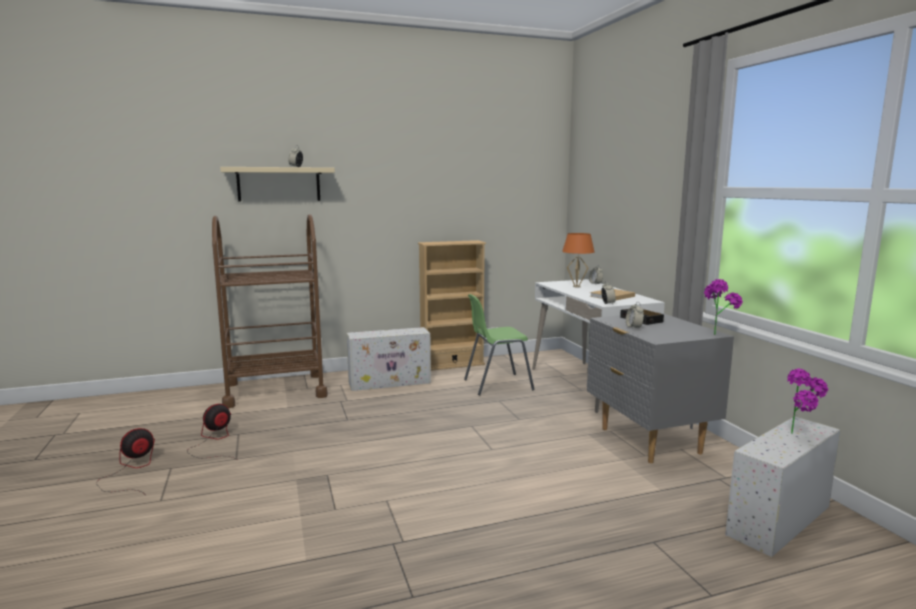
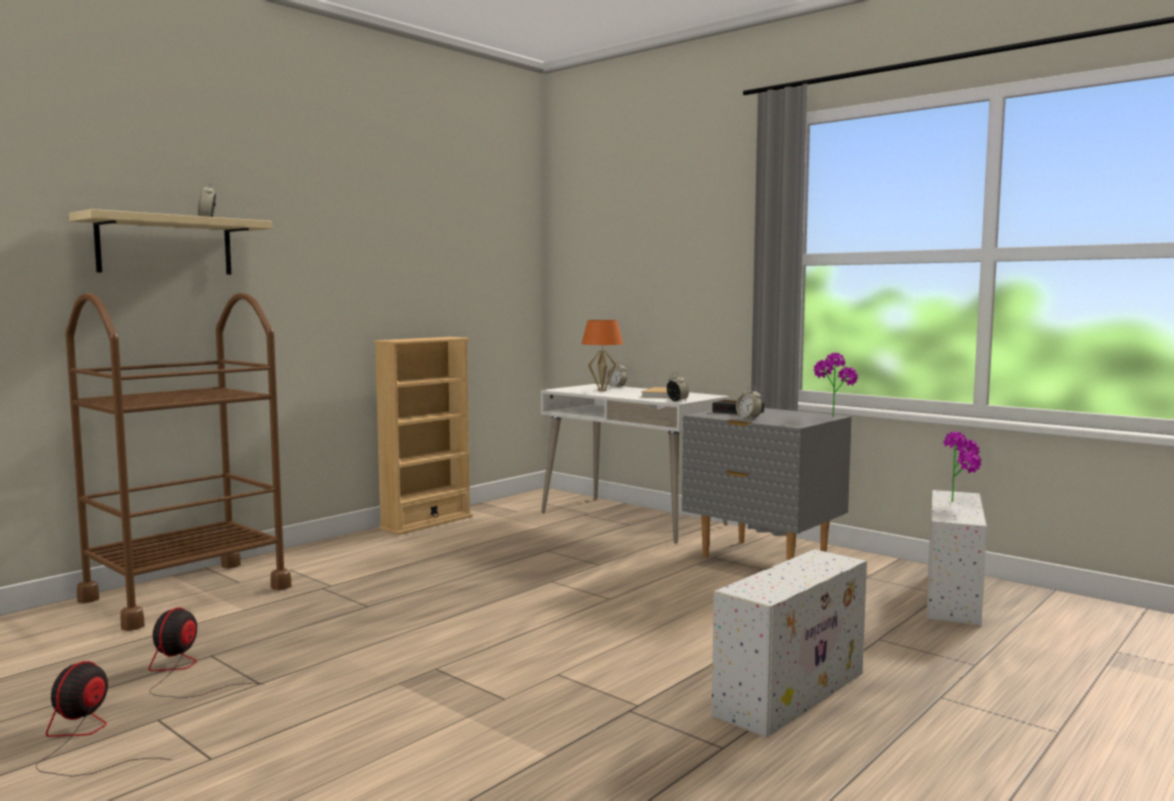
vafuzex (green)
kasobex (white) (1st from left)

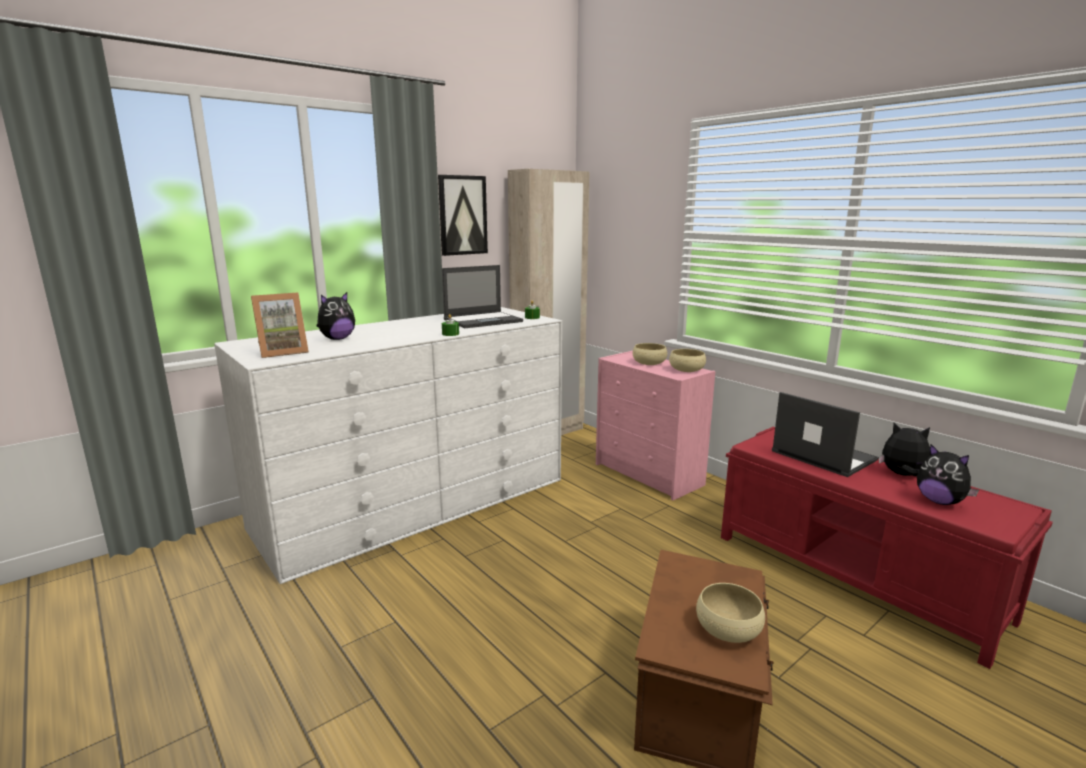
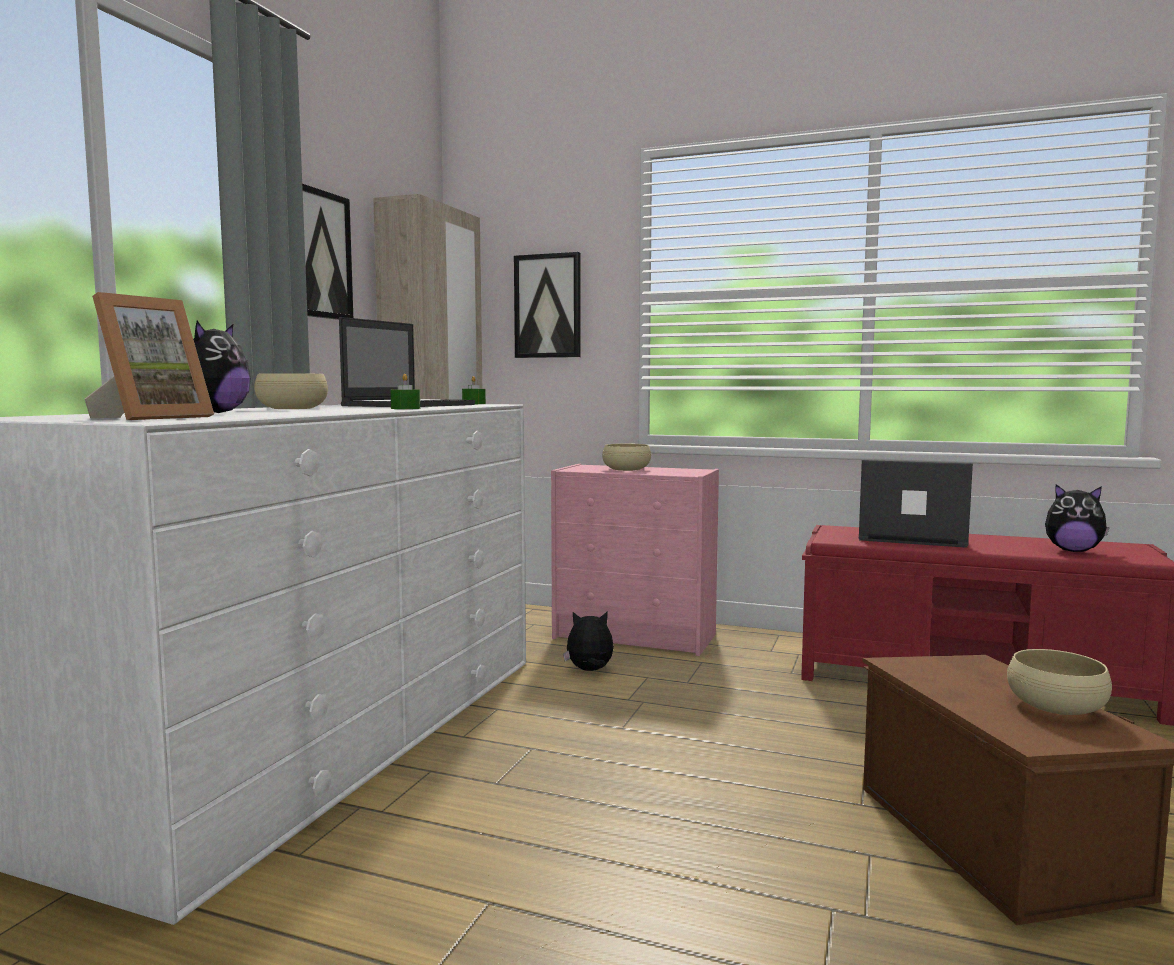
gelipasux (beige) (1st from left)
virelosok (2nd from left)
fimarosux (2nd from left)

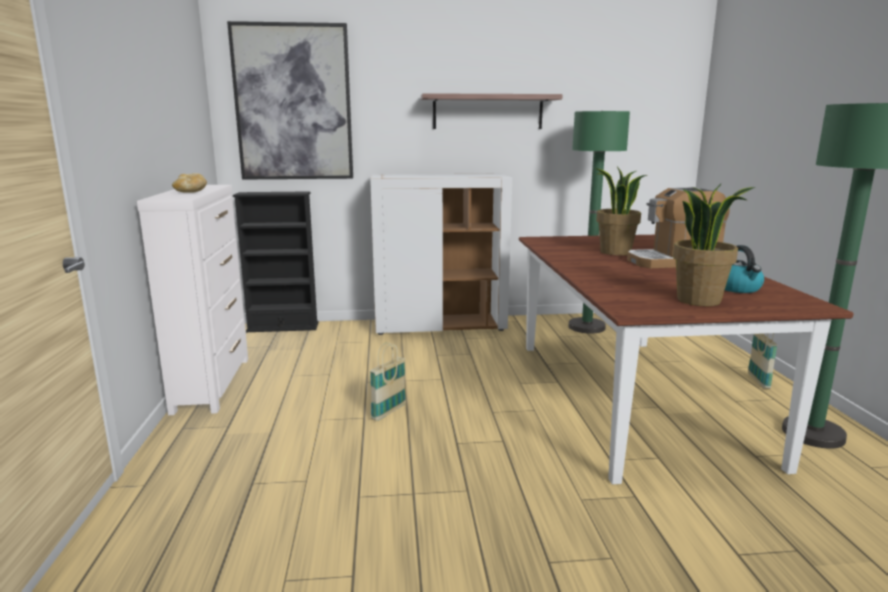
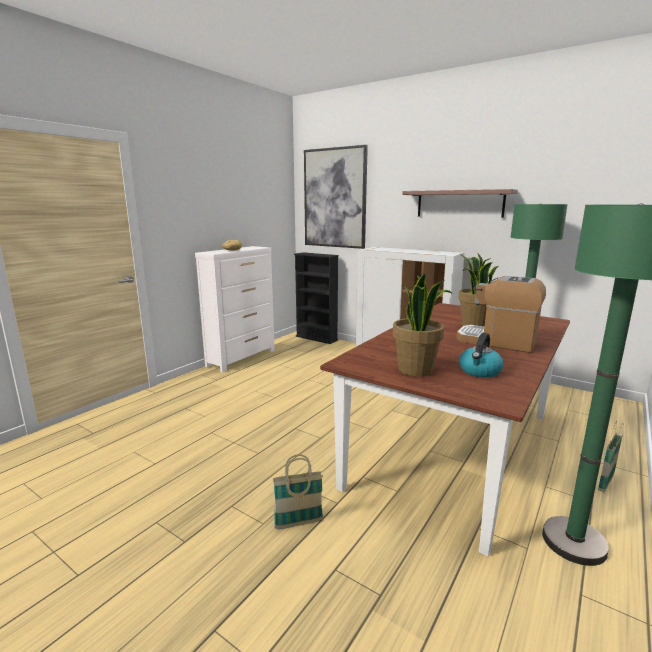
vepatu (1st from left)

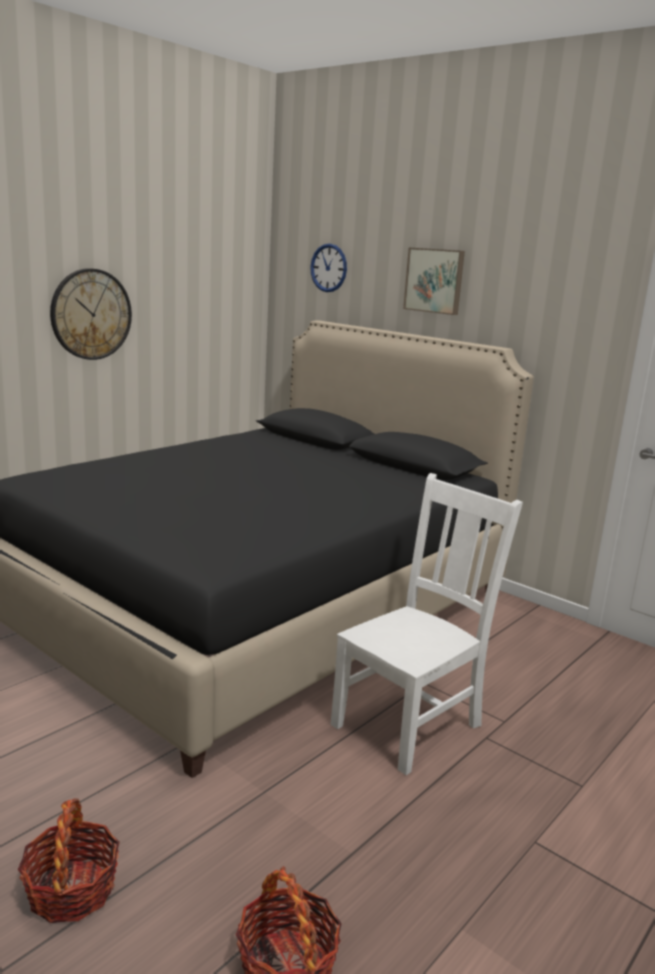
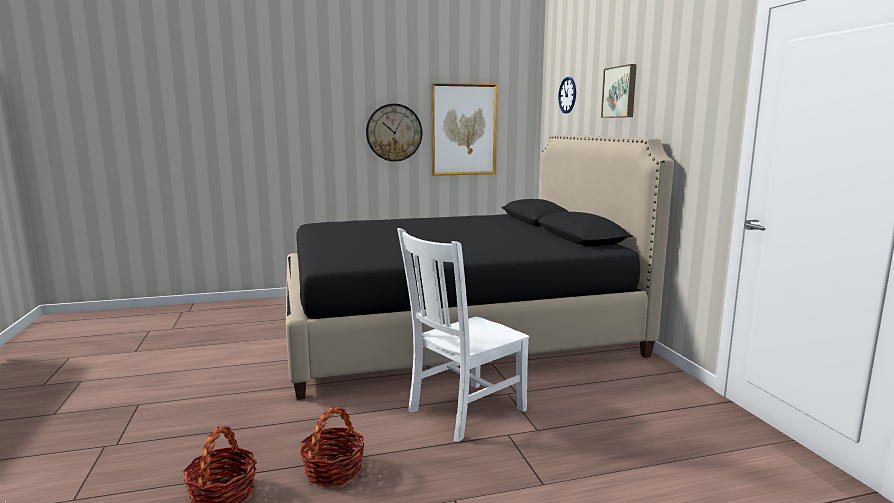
vafuzex (white)
vepatu (2nd from left)
fimarosux (1st from left)

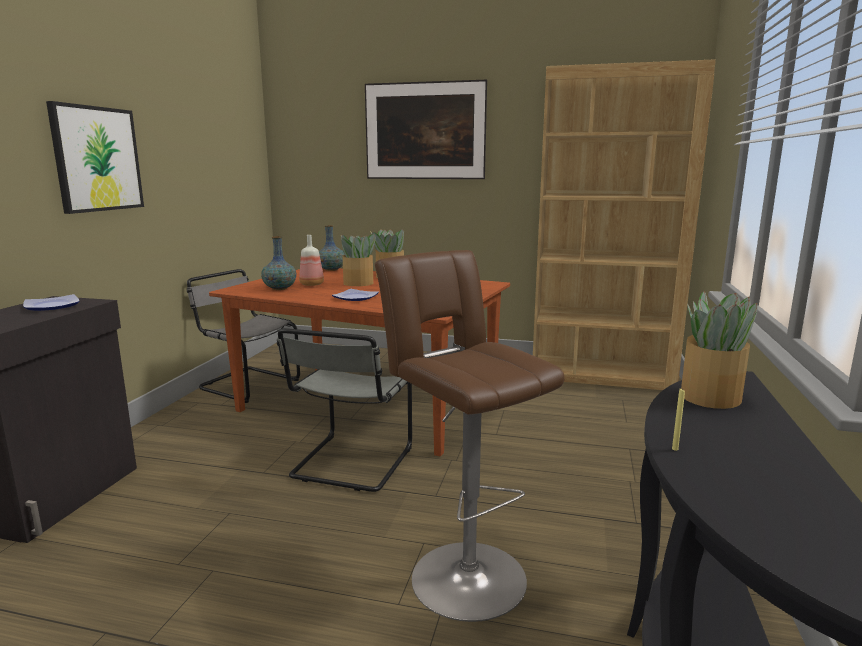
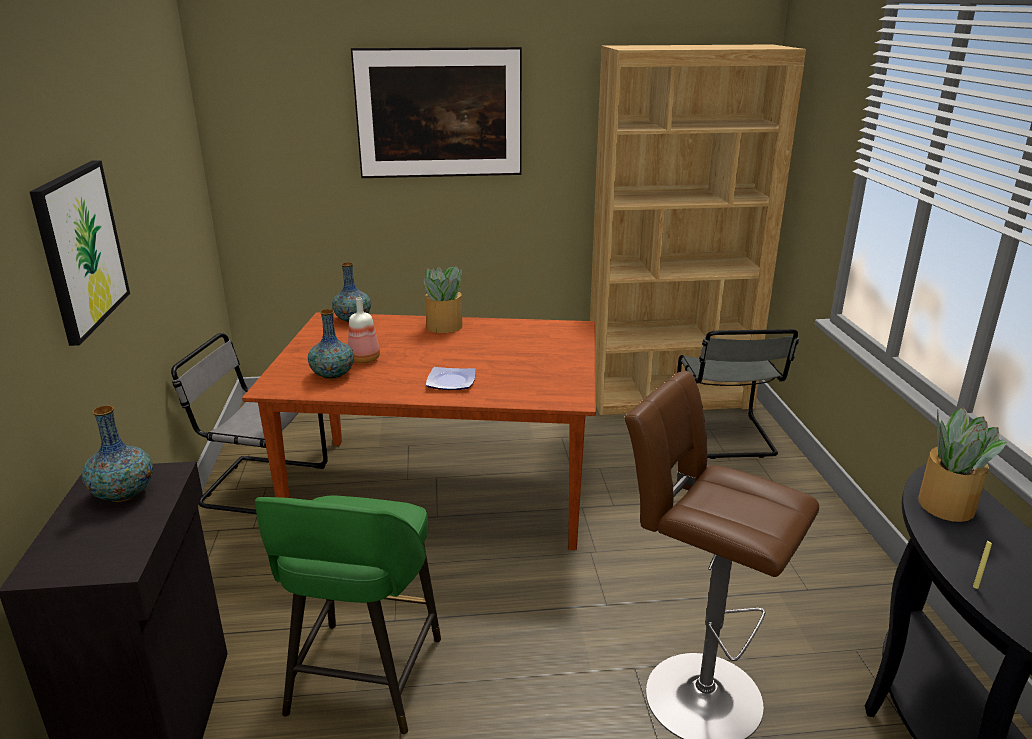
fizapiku (1st from left in the first image)
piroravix (1st from left)
vafuzex (grey) (2nd from left)
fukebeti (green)

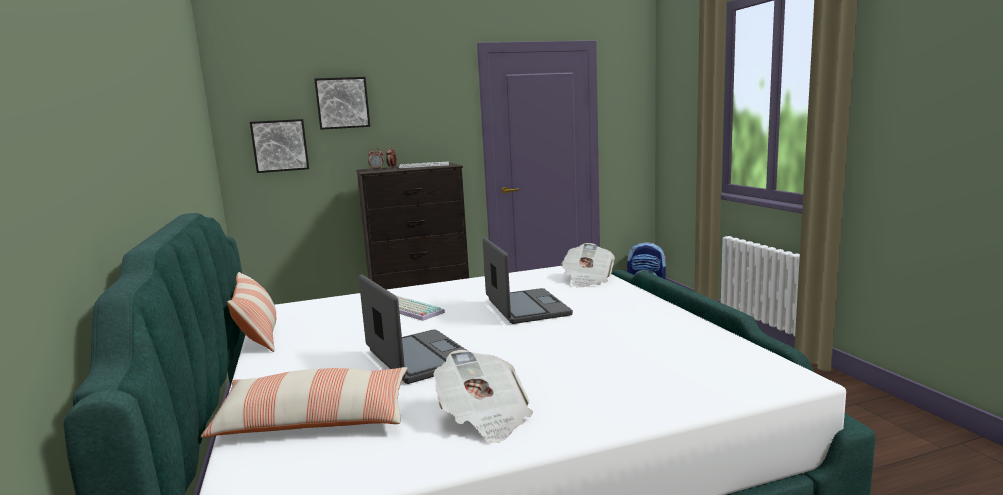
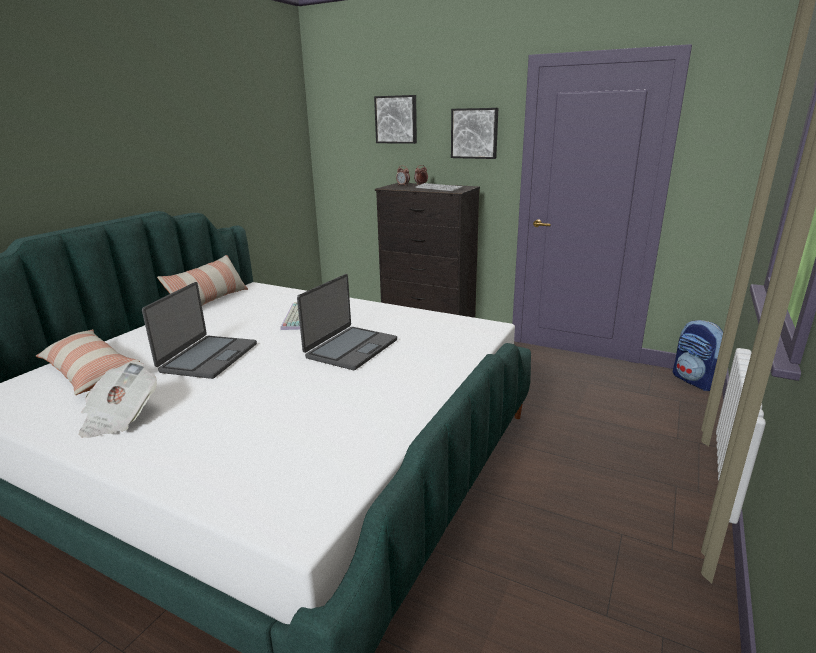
fimarosux (2nd from left)
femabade (2nd from left in the first image)

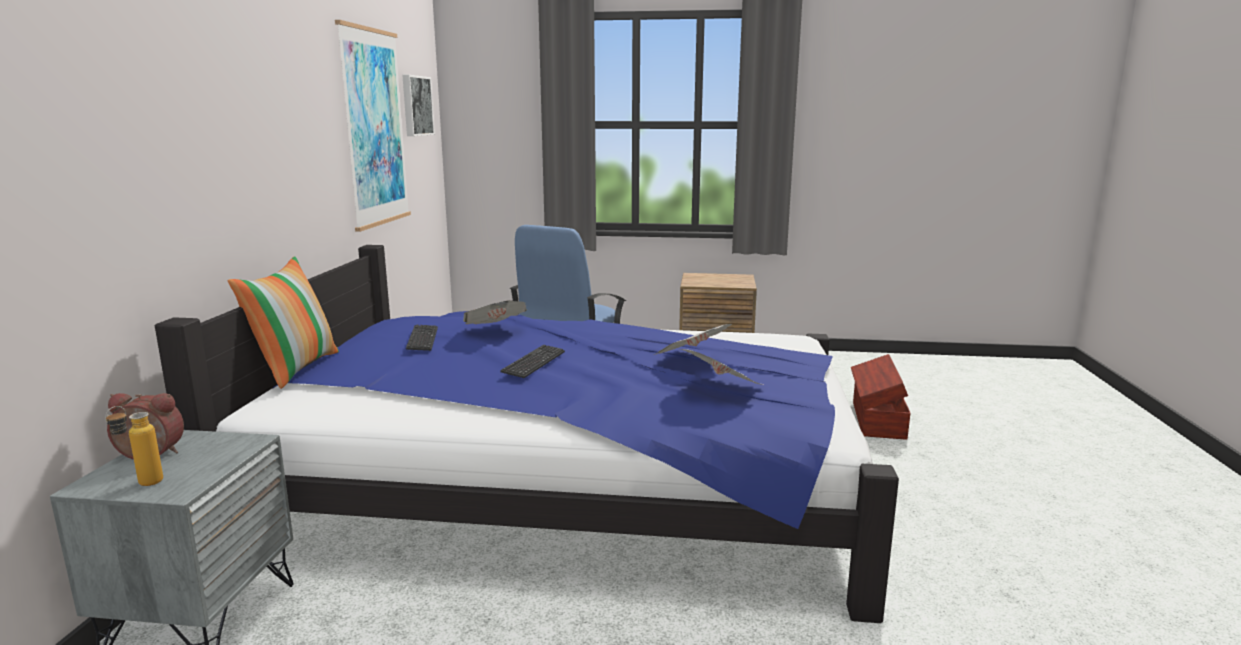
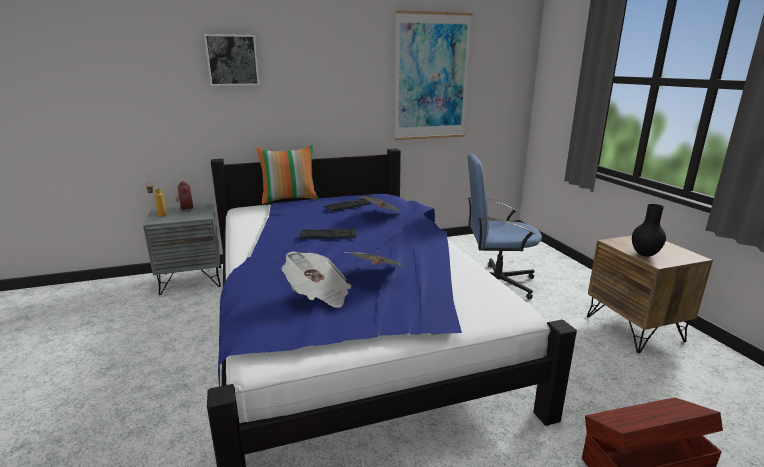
fimarosux (1st from left)
piroravix (black)

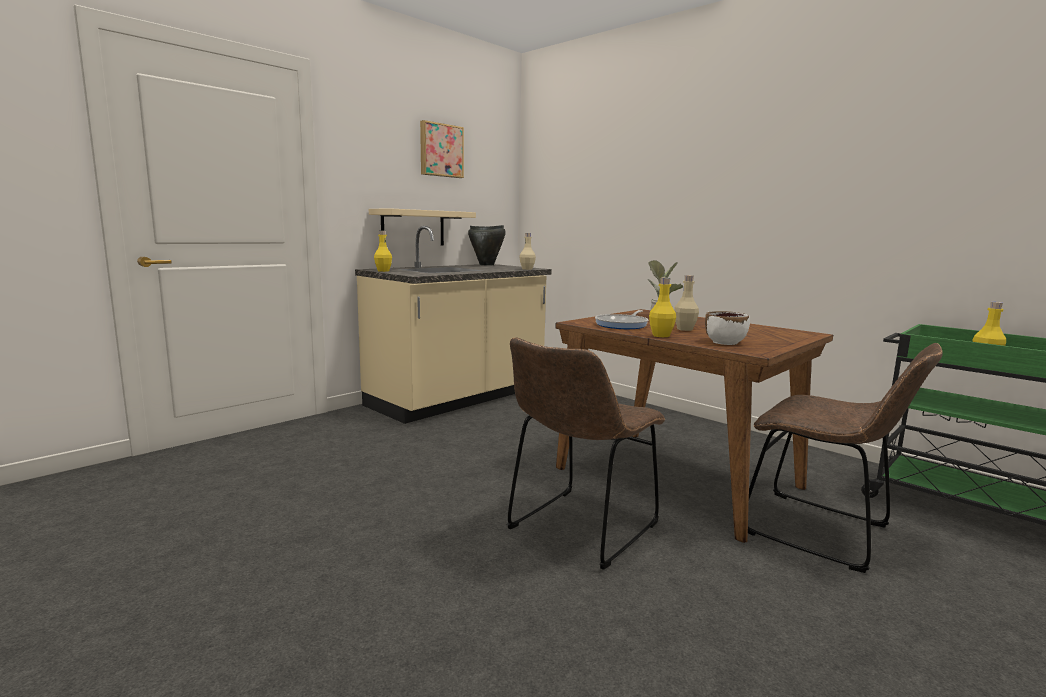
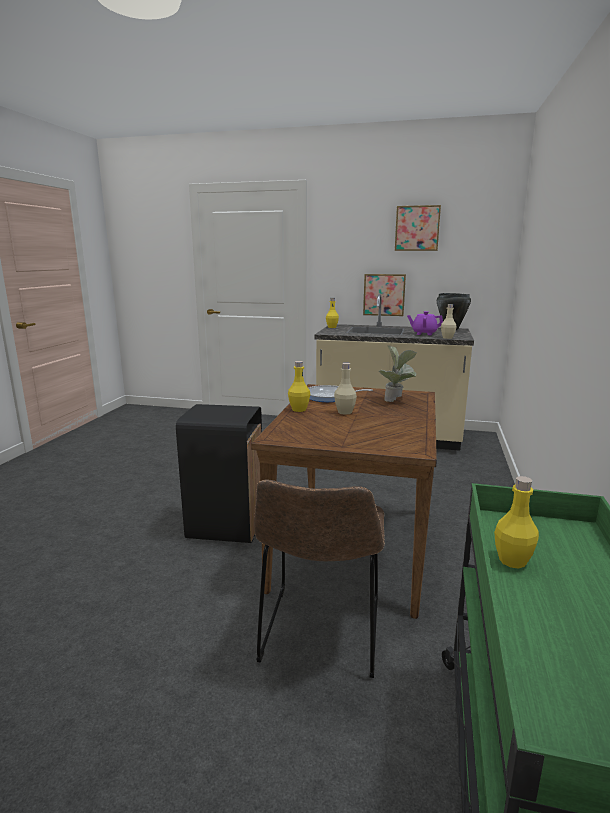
fimarosux (1st from left)
gelipasux (white)
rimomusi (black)
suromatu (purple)

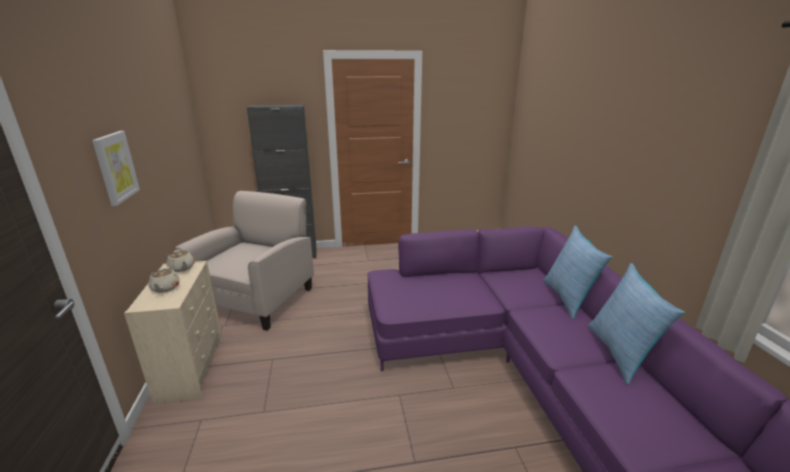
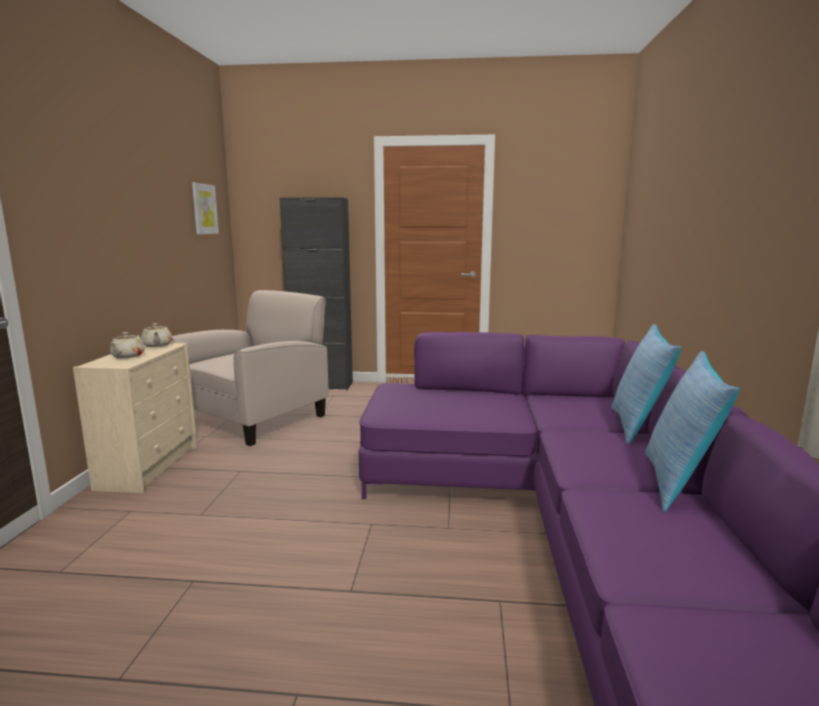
fimarosux

